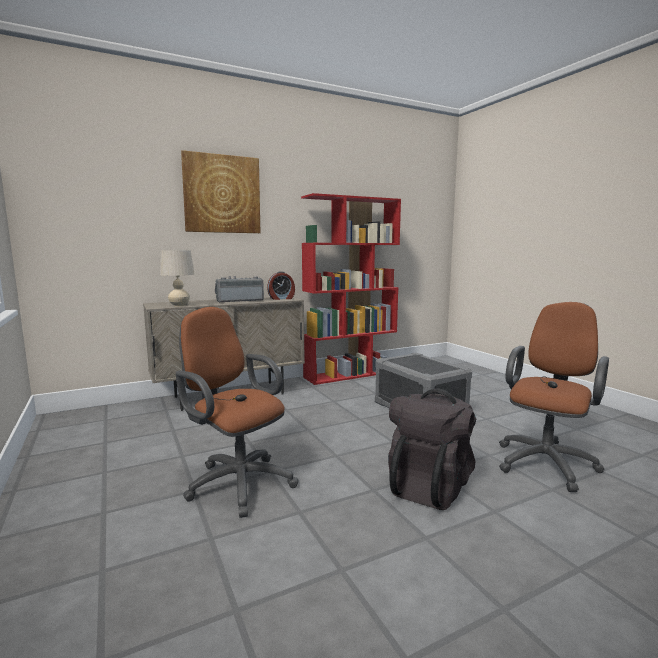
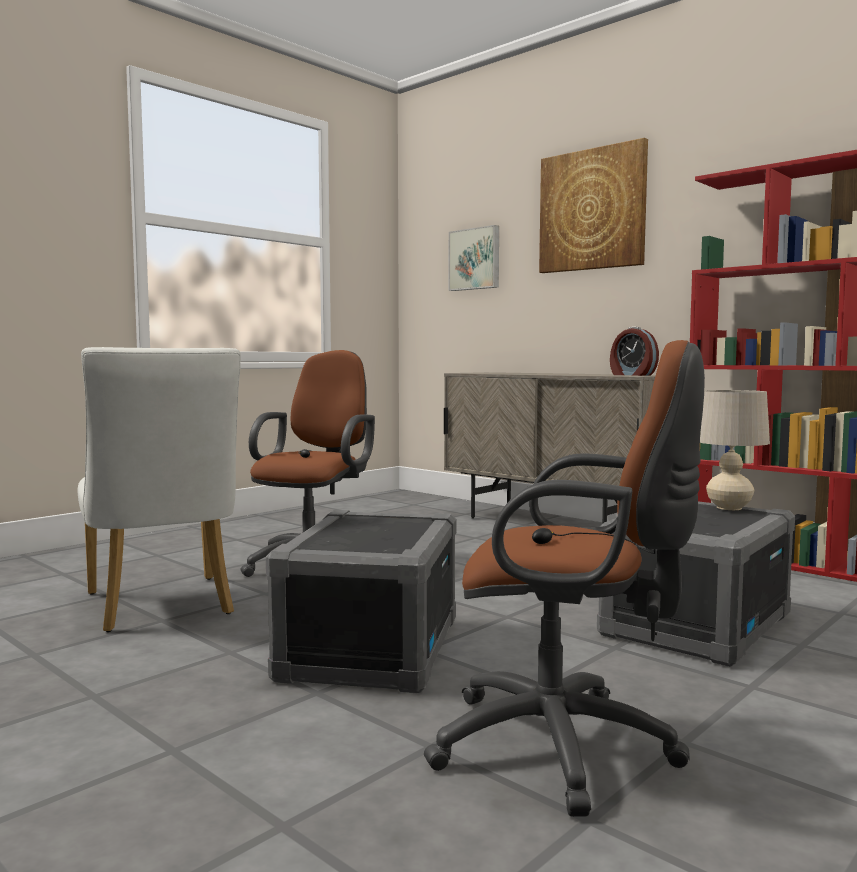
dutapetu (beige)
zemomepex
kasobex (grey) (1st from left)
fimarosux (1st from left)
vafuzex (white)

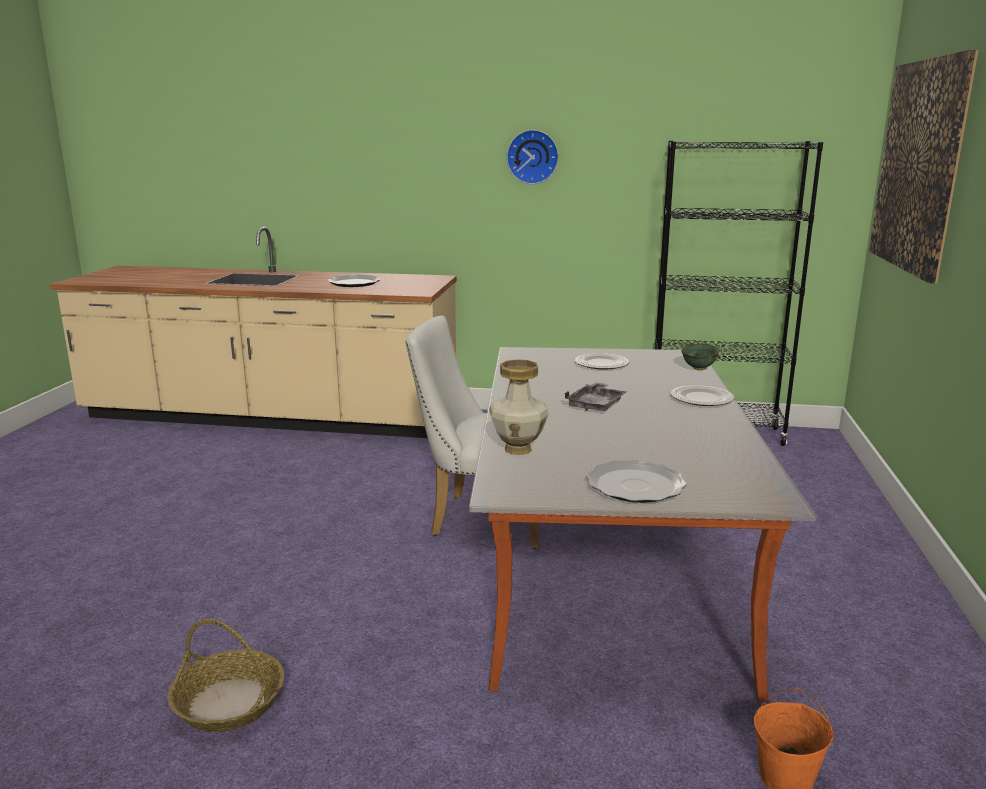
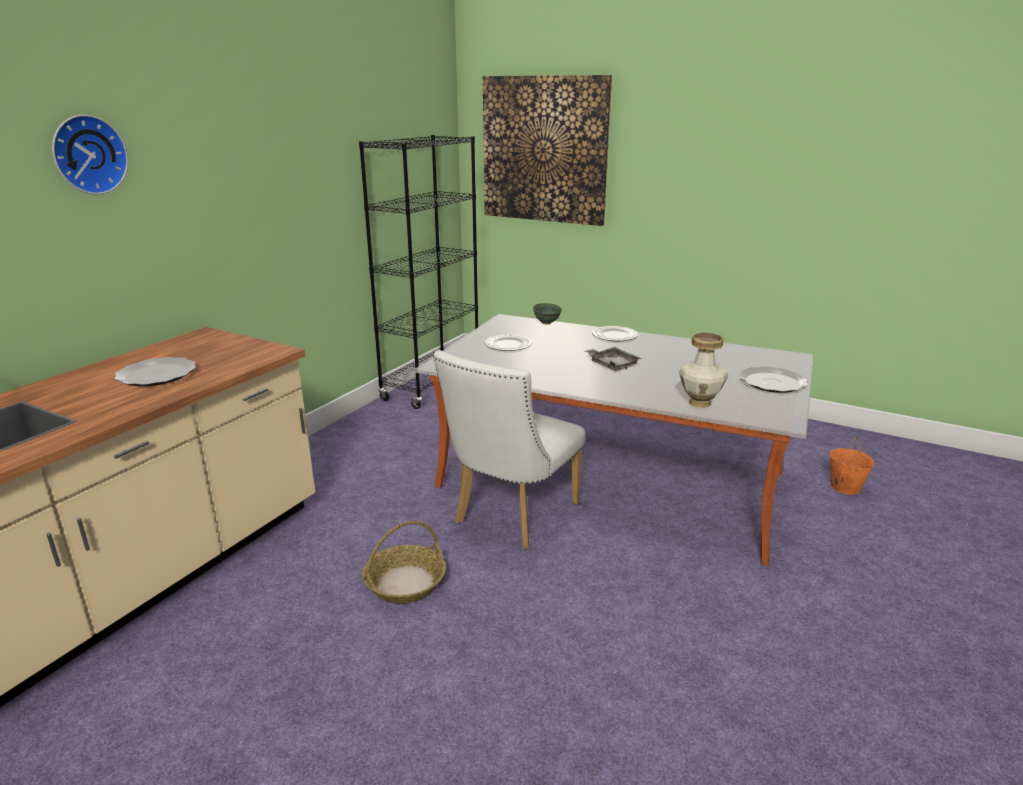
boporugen
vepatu

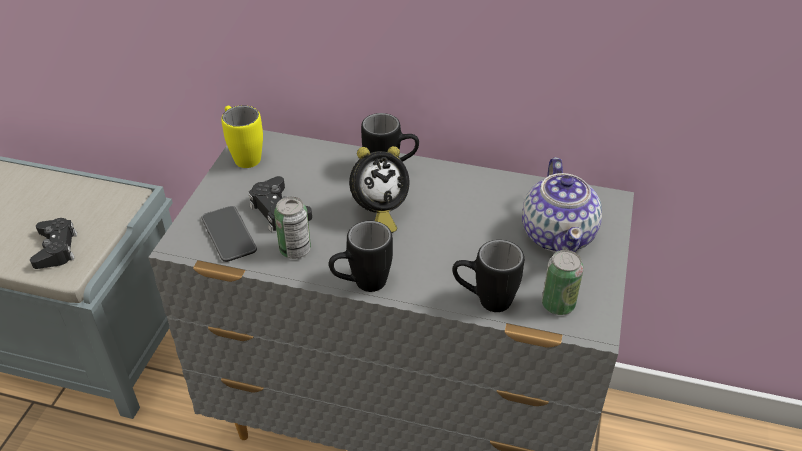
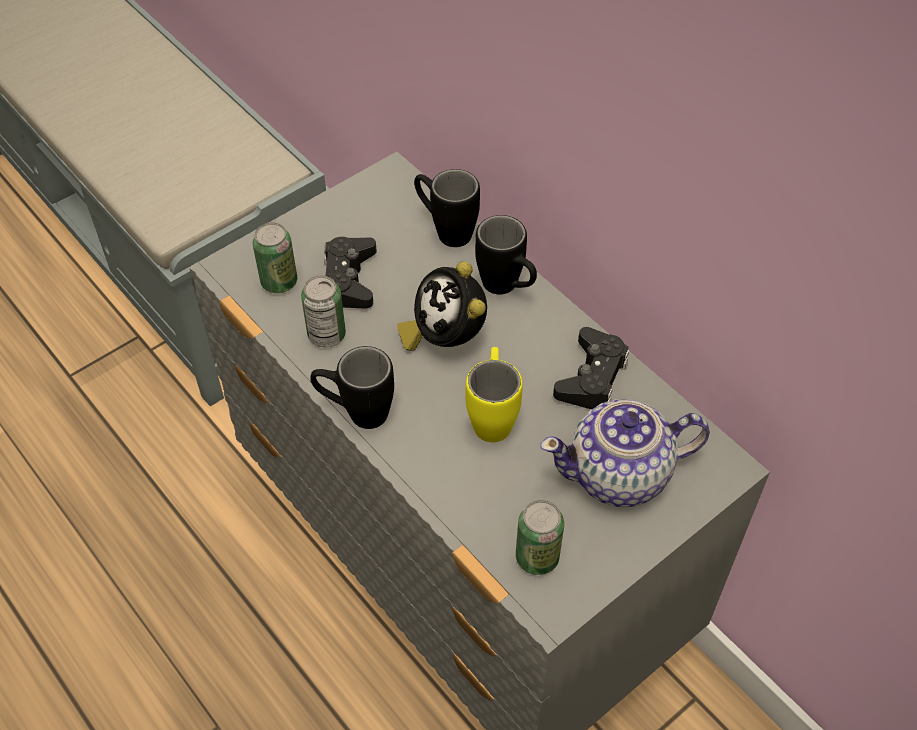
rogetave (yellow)
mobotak
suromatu
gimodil (1st from left)
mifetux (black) (2nd from left)
rogetave (black) (2nd from left)

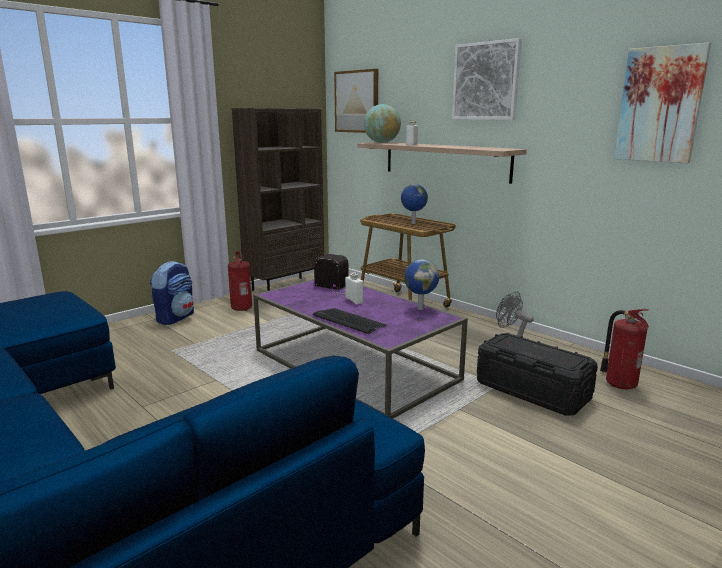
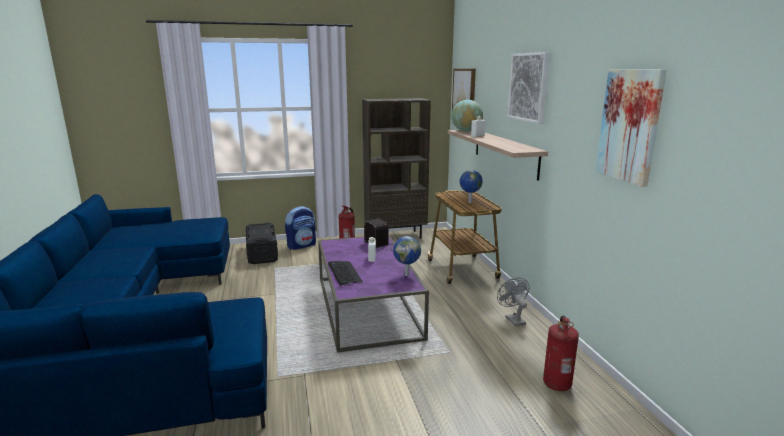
kasobex (black)

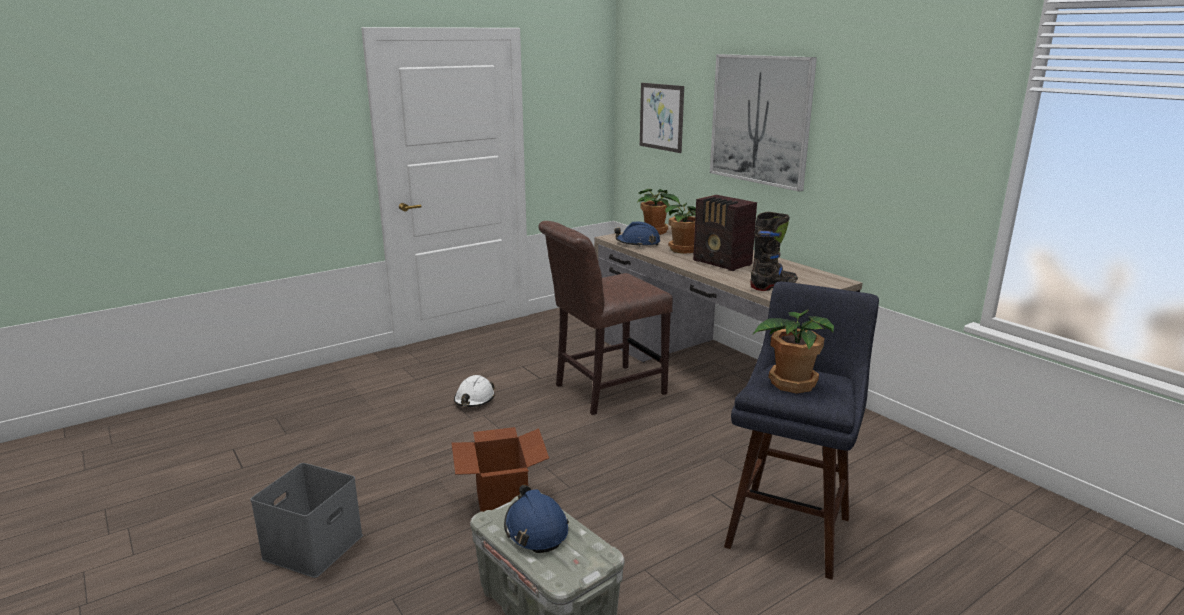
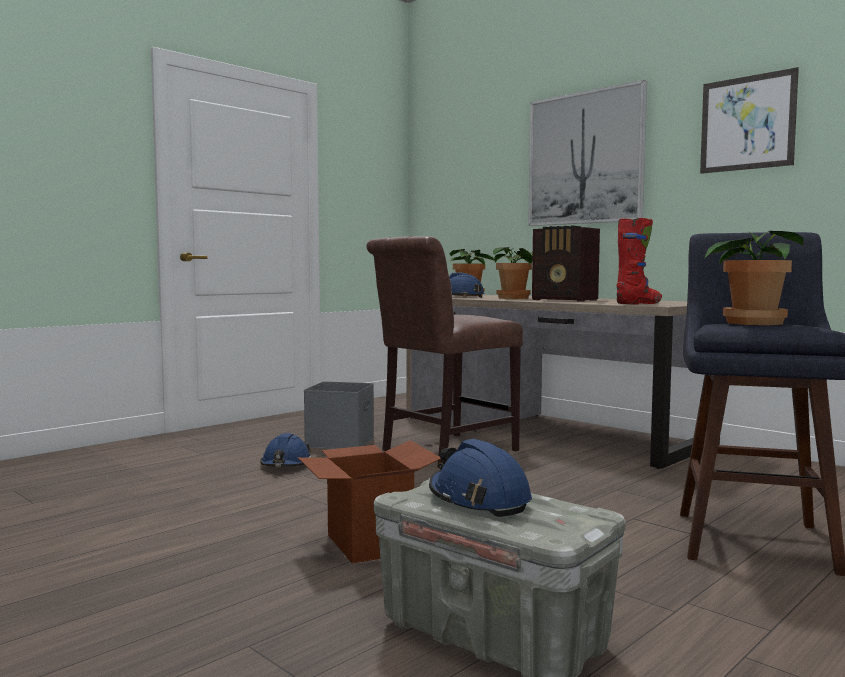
fimarosux (2nd from left)
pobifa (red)
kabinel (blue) (1st from left)
kasobex (grey) (1st from left)

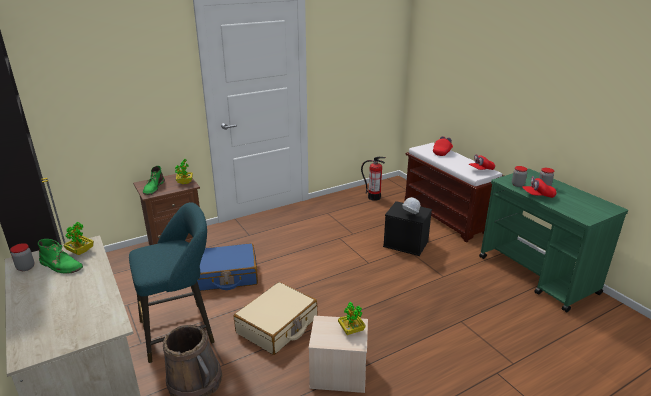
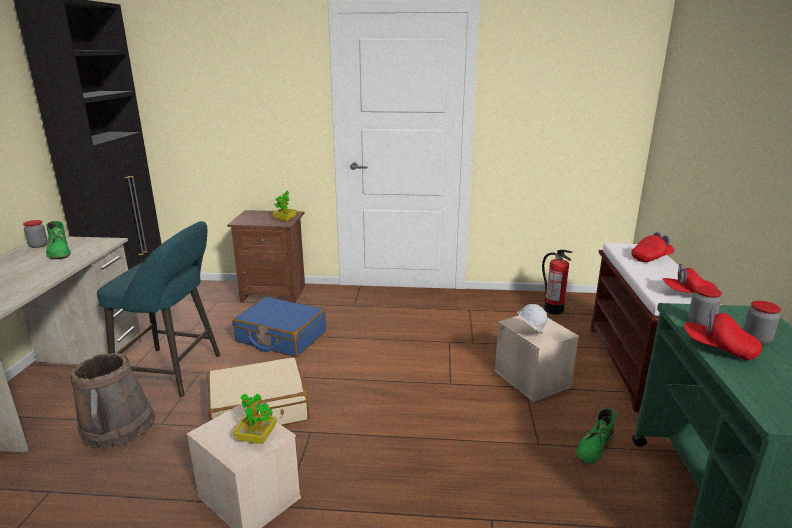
pobifa (green) (2nd from left)
kasobex (beige) (2nd from left)
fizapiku (1st from left in the first image)

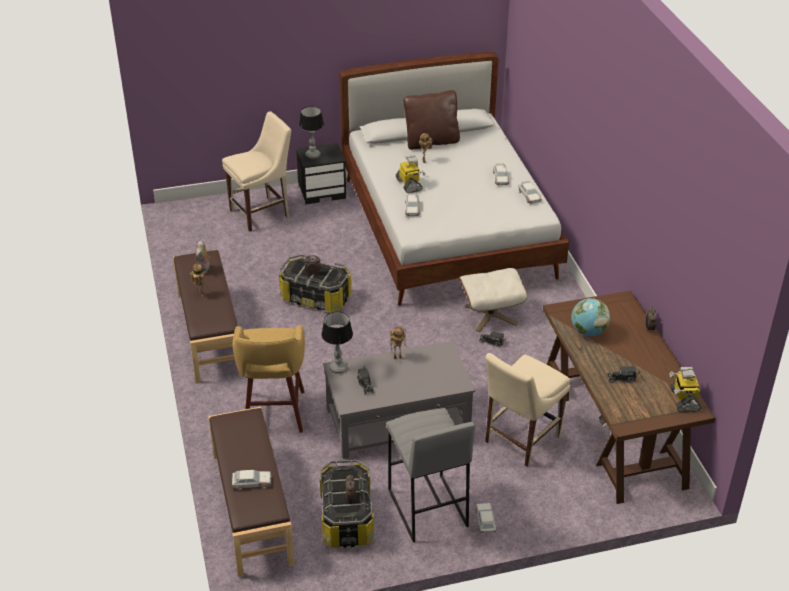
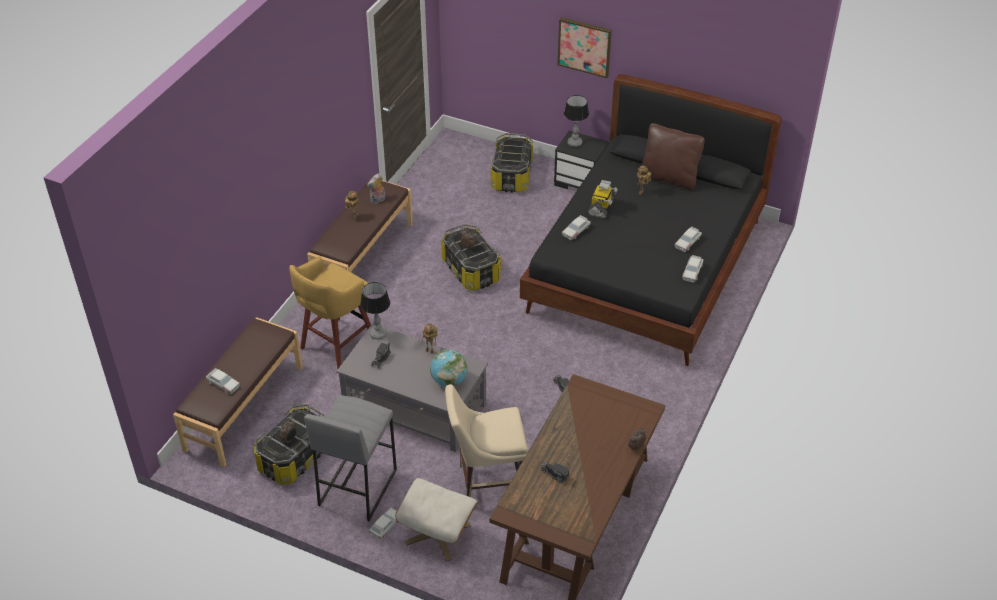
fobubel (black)
kasobex (3rd from left)
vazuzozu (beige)
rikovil
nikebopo (5th from left in the first image)
fimarosux

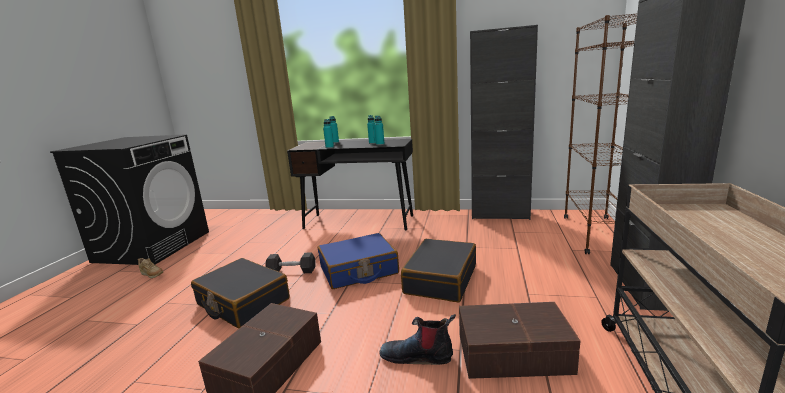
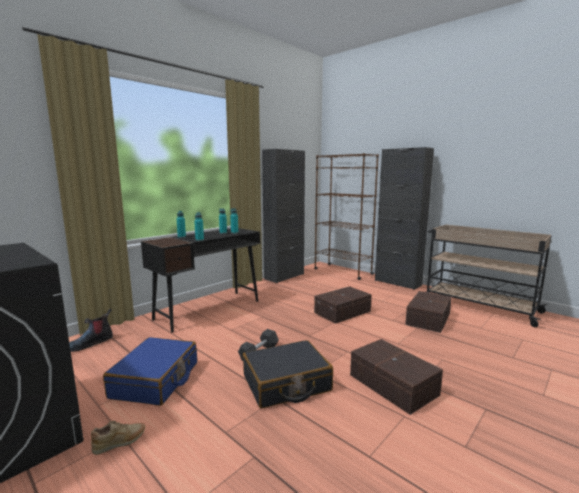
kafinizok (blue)
kasobex (brown) (1st from left)
pobifa

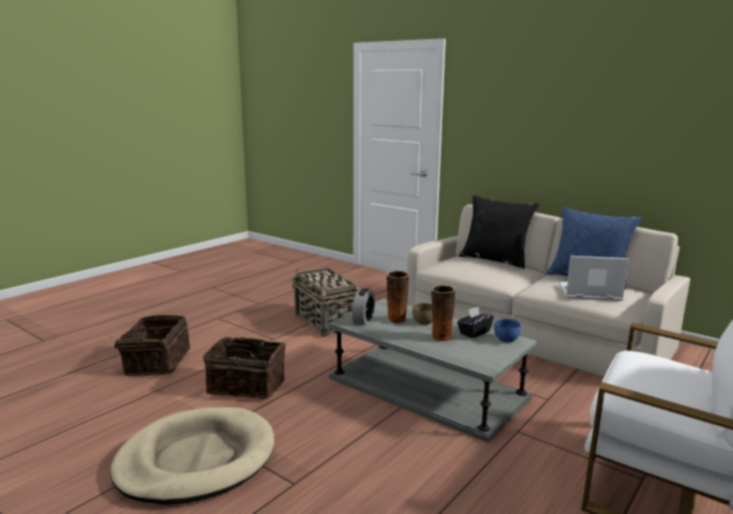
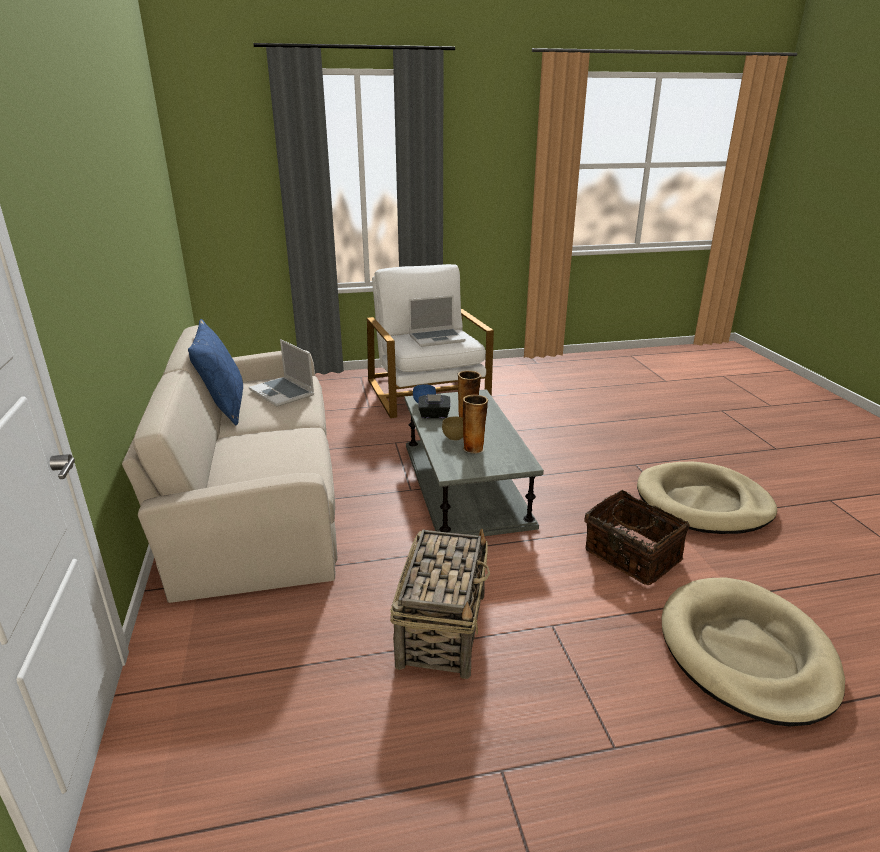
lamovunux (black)
mobotak
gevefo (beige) (2nd from left)
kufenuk (2nd from left)

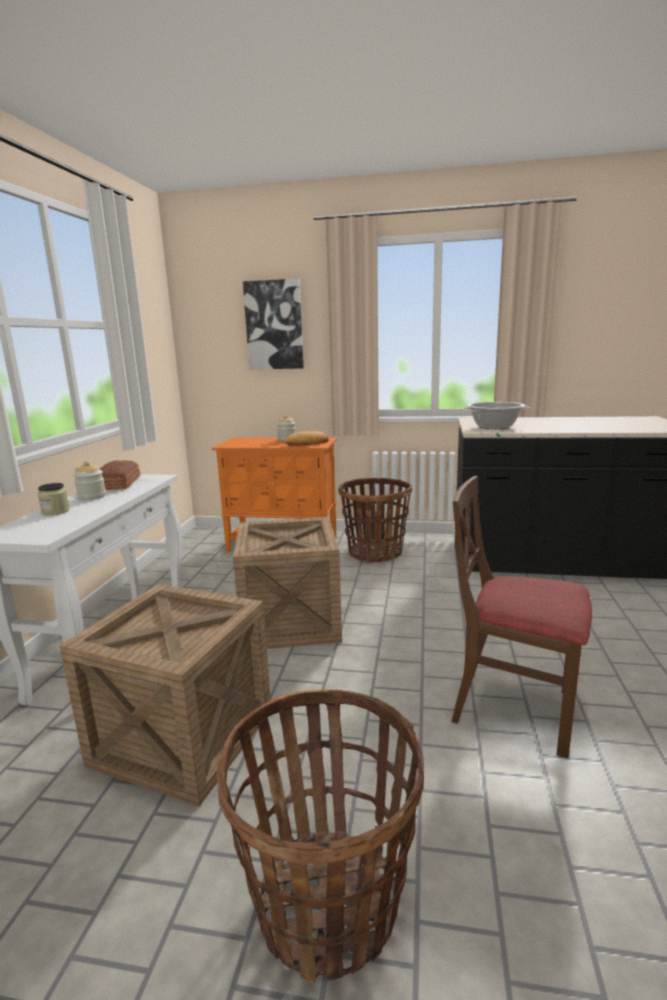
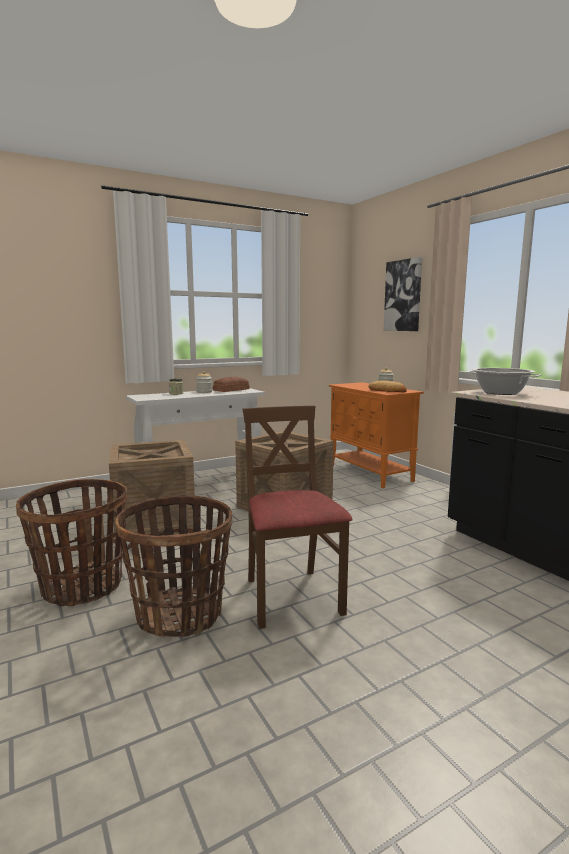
vepatu (2nd from left)

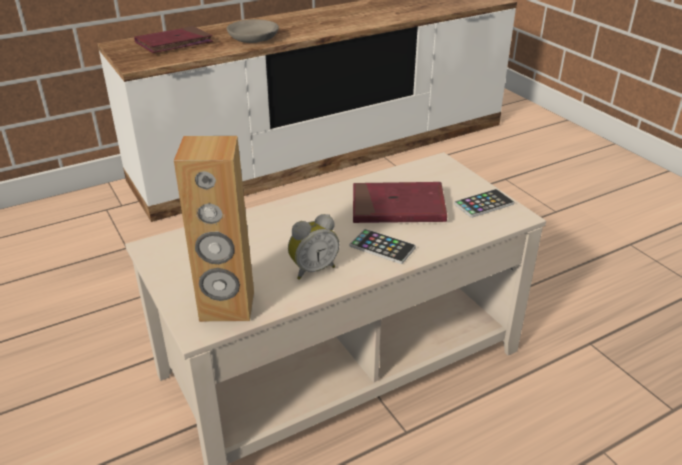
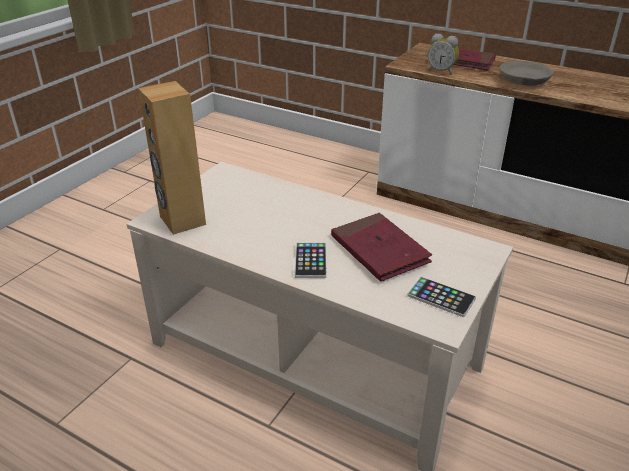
mobotak

